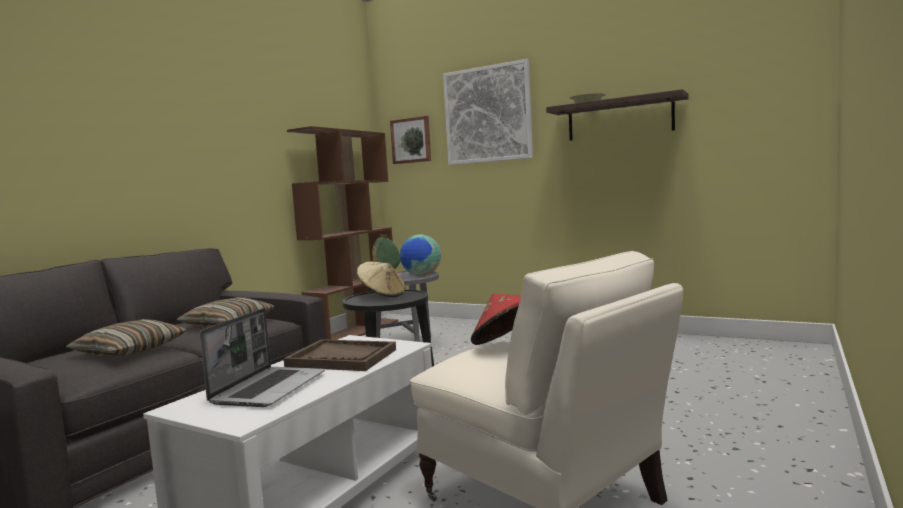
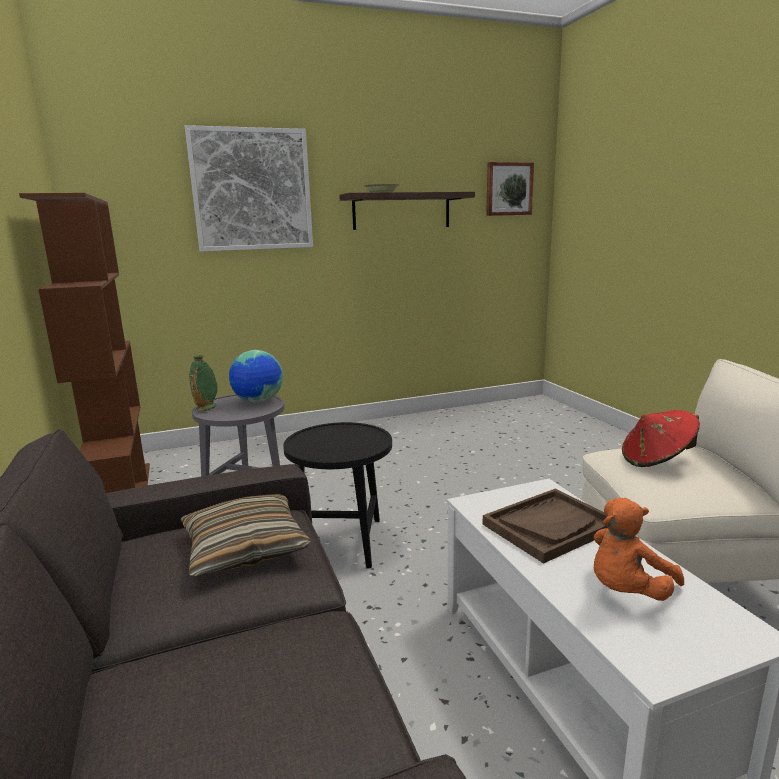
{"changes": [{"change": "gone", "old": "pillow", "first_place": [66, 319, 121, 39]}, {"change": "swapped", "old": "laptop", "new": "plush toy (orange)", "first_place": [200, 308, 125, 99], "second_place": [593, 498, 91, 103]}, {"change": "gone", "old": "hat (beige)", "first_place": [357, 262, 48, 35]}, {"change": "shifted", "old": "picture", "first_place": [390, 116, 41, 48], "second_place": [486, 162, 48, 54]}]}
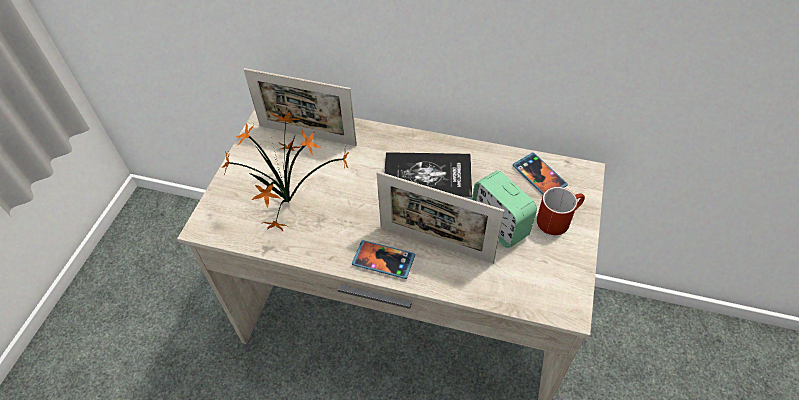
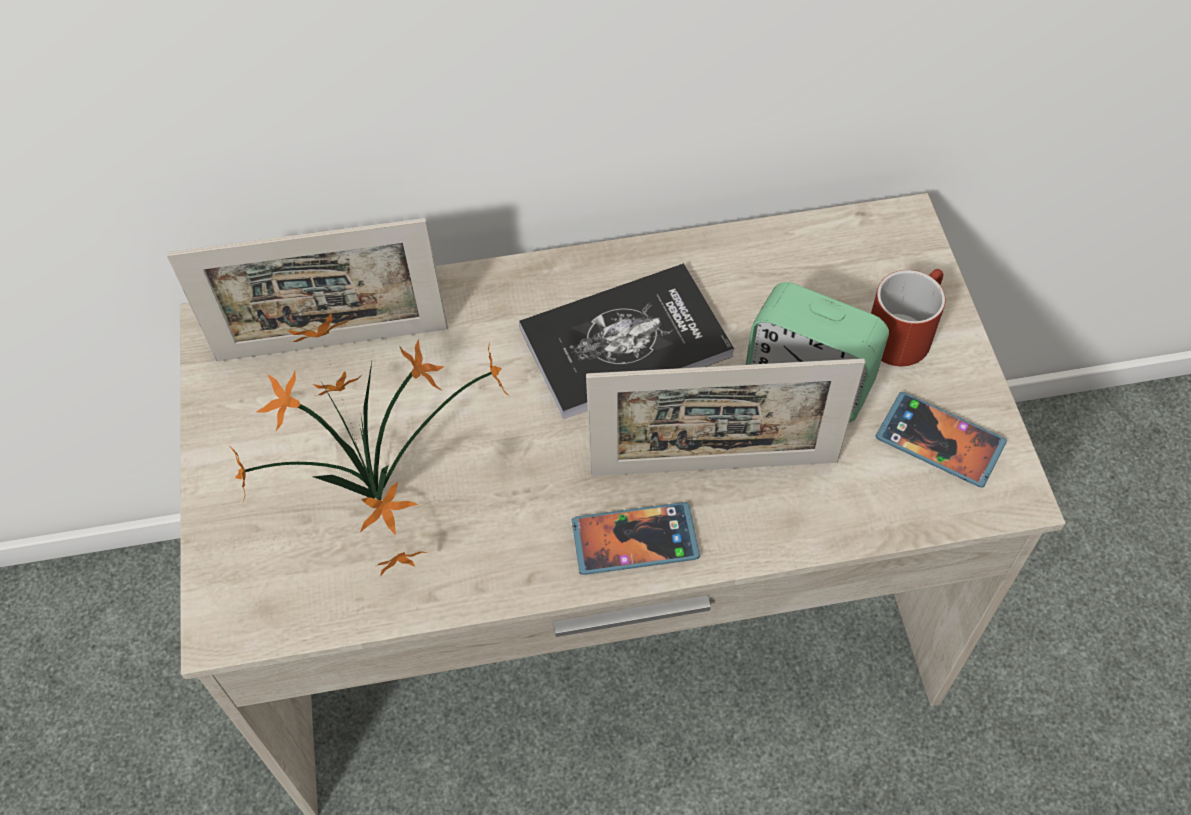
{"changes": [{"change": "shifted", "old": "phone", "first_place": [513, 152, 55, 43], "second_place": [876, 392, 131, 96]}]}
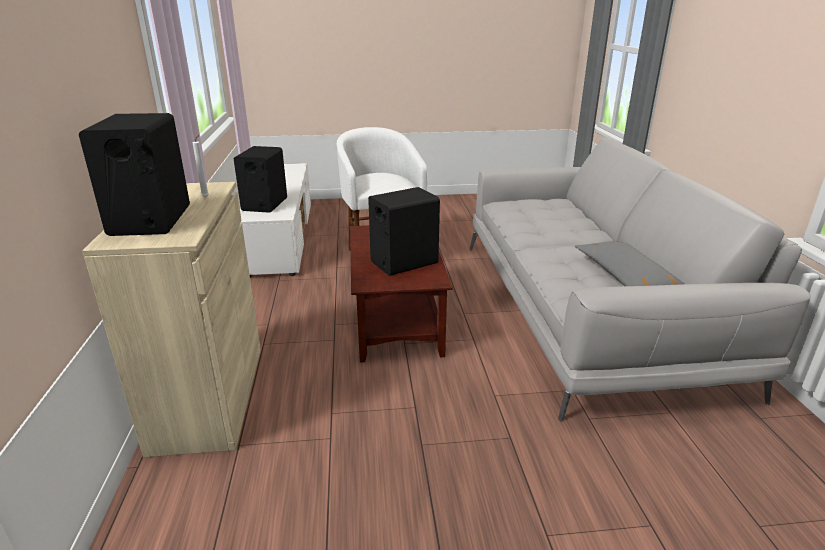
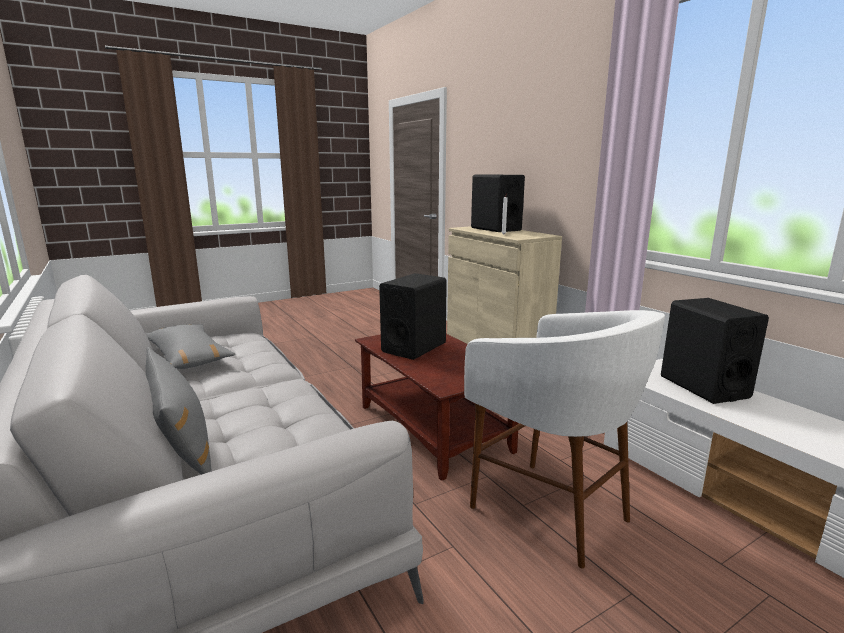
{"changes": [{"change": "new", "new": "pillow (grey)", "second_place": [146, 347, 66, 128]}]}
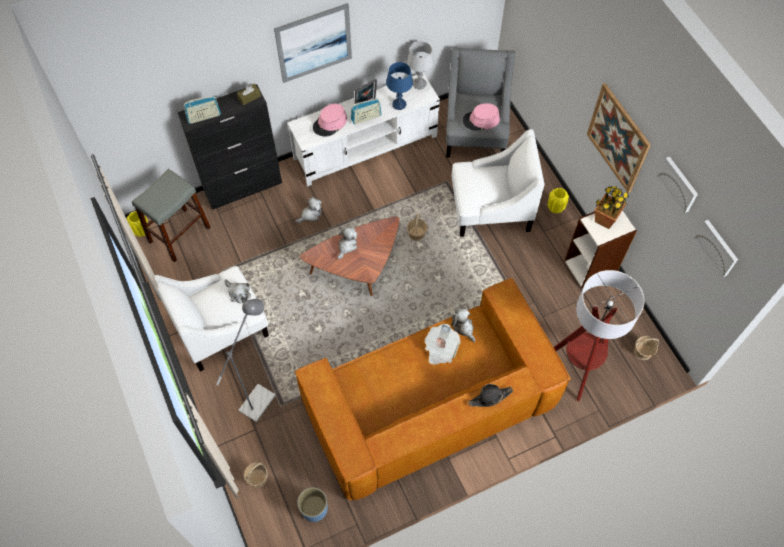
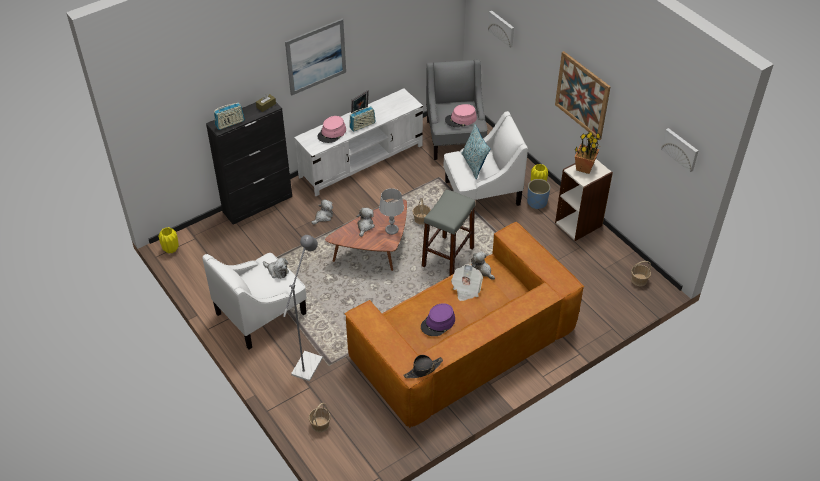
{"changes": [{"change": "shifted", "old": "stool (grey)", "first_place": [132, 169, 79, 93], "second_place": [422, 189, 54, 87]}, {"change": "shifted", "old": "planter (blue)", "first_place": [297, 487, 31, 35], "second_place": [527, 179, 23, 30]}, {"change": "gone", "old": "table lamp (blue)", "first_place": [386, 62, 27, 48]}, {"change": "shifted", "old": "table lamp (grey)", "first_place": [407, 41, 27, 48], "second_place": [379, 188, 25, 47]}, {"change": "shifted", "old": "hat (black)", "first_place": [468, 384, 45, 23], "second_place": [404, 355, 39, 23]}, {"change": "gone", "old": "floor lamp", "first_place": [553, 270, 91, 131]}, {"change": "shifted", "old": "picture", "first_place": [657, 157, 41, 56], "second_place": [488, 11, 26, 37]}, {"change": "new", "new": "hat (purple)", "second_place": [421, 303, 34, 33]}, {"change": "new", "new": "pillow", "second_place": [461, 124, 29, 55]}]}
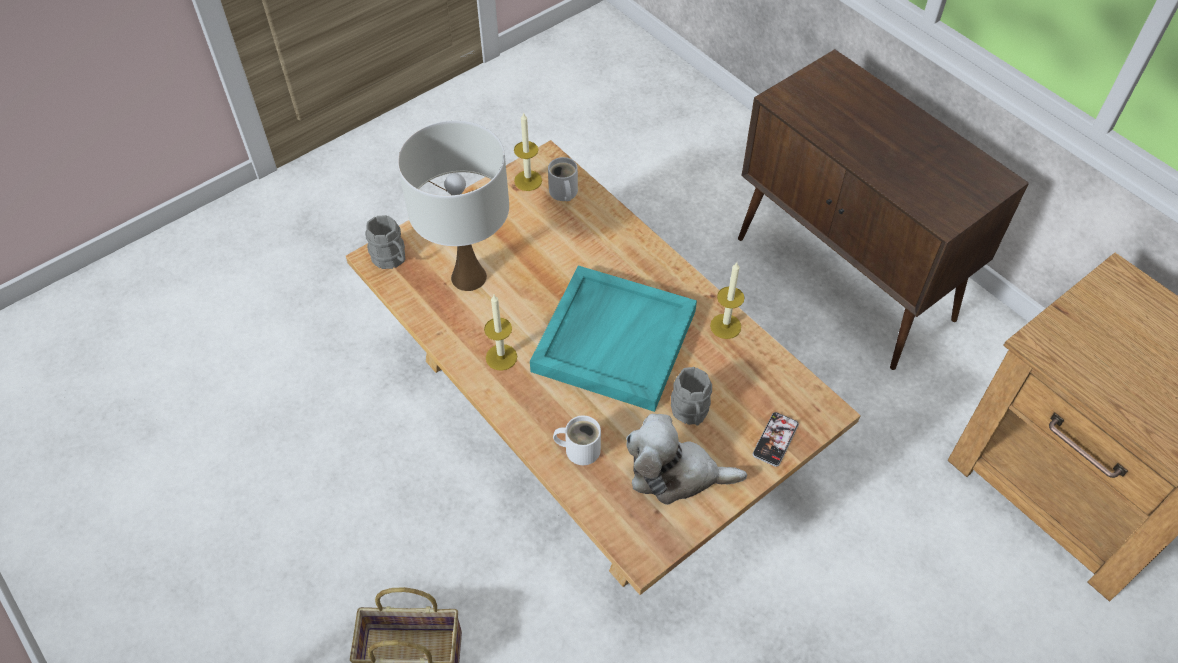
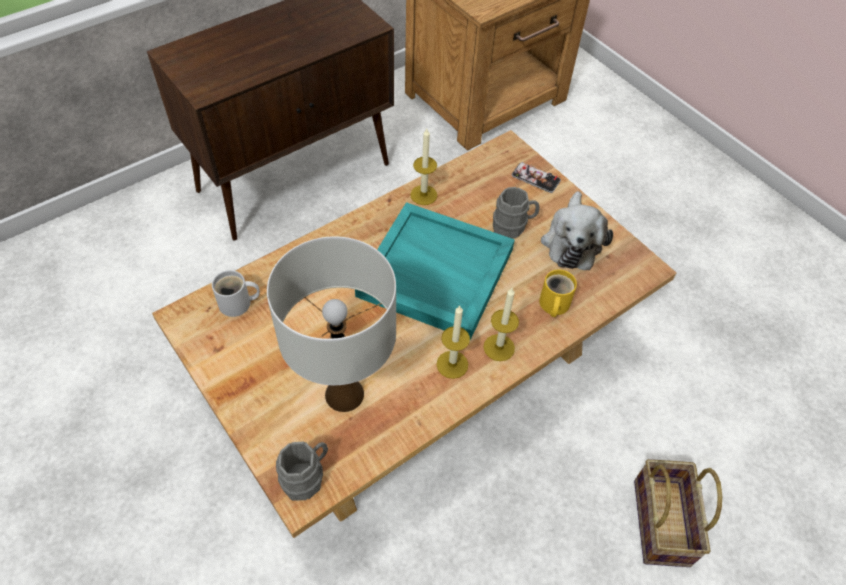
{"changes": [{"change": "shifted", "old": "candle", "first_place": [514, 112, 28, 79], "second_place": [483, 288, 36, 73]}, {"change": "repainted", "old": "mug (white)", "new": "mug (yellow)", "first_place": [553, 416, 48, 49], "second_place": [539, 270, 38, 47]}]}
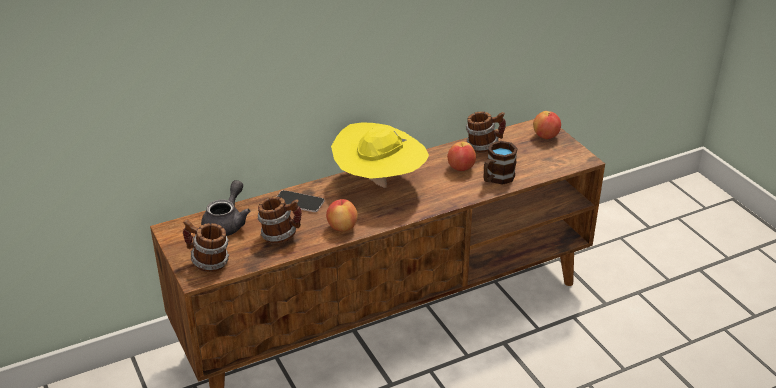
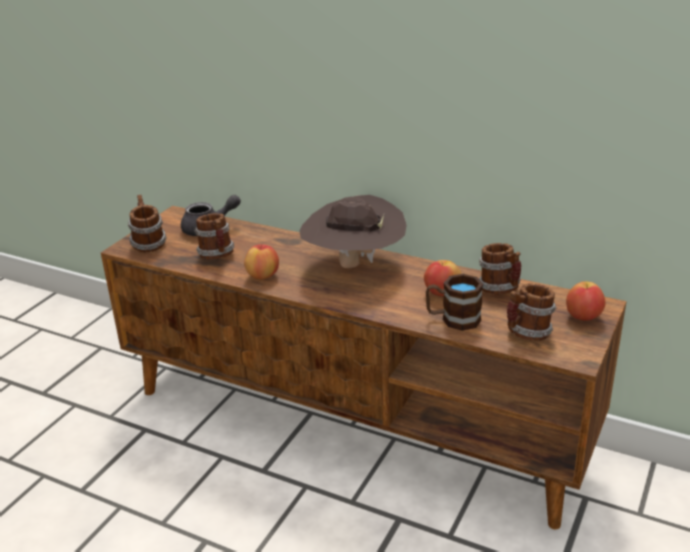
{"changes": [{"change": "gone", "old": "phone", "first_place": [277, 190, 47, 22]}, {"change": "repainted", "old": "hat (yellow)", "new": "hat (brown)", "first_place": [331, 123, 98, 65], "second_place": [299, 195, 108, 73]}, {"change": "new", "new": "mug", "second_place": [507, 283, 50, 58]}]}
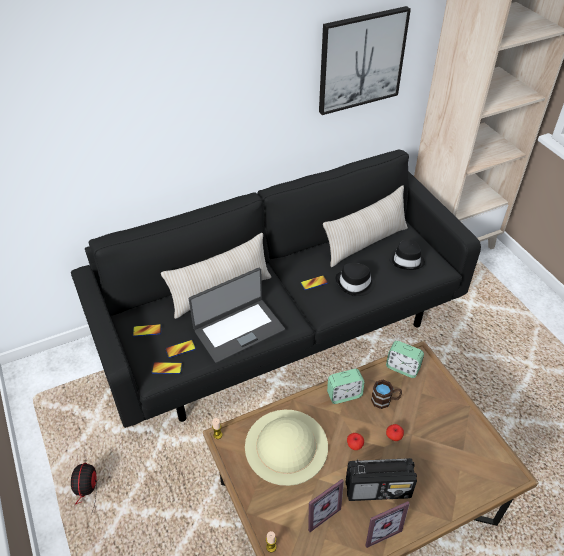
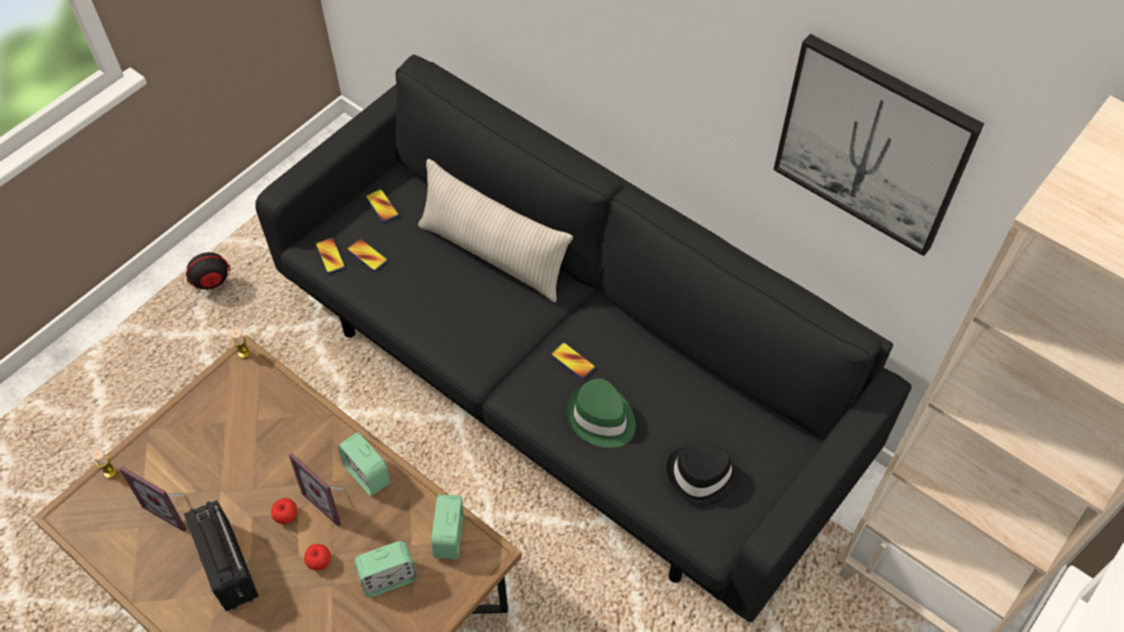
{"changes": [{"change": "gone", "old": "laptop", "first_place": [189, 268, 96, 95]}, {"change": "gone", "old": "hat (beige)", "first_place": [245, 410, 83, 76]}, {"change": "gone", "old": "pillow (beige)", "first_place": [323, 186, 85, 81]}, {"change": "repainted", "old": "hat (black)", "new": "hat (green)", "first_place": [336, 263, 40, 33], "second_place": [567, 378, 69, 70]}, {"change": "shifted", "old": "picture frame", "first_place": [365, 501, 45, 47], "second_place": [289, 453, 56, 74]}, {"change": "gone", "old": "mug (brown)", "first_place": [371, 380, 31, 29]}, {"change": "new", "new": "alarm clock", "second_place": [354, 541, 63, 56]}]}
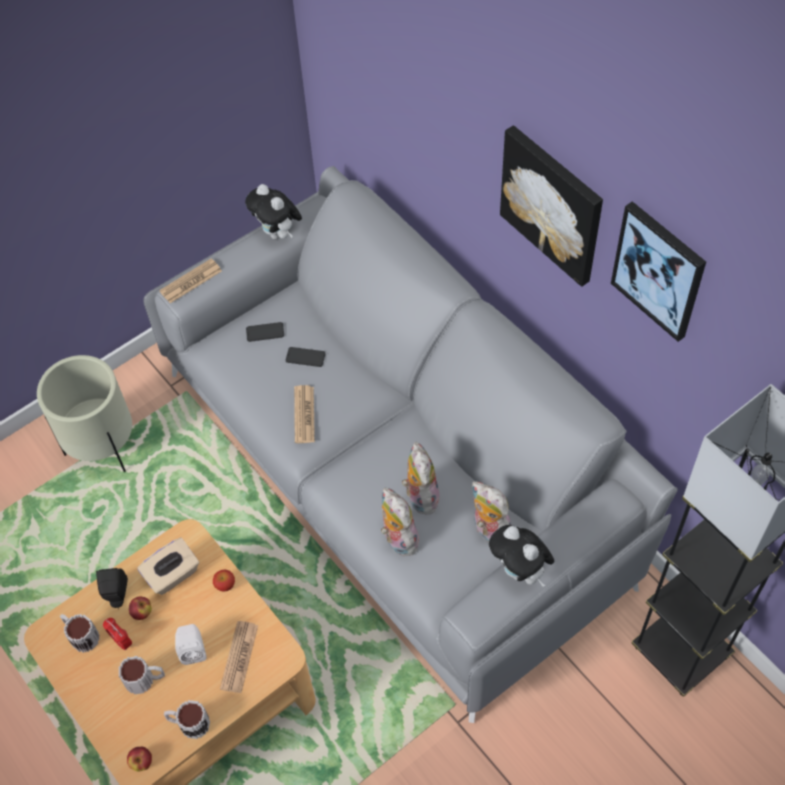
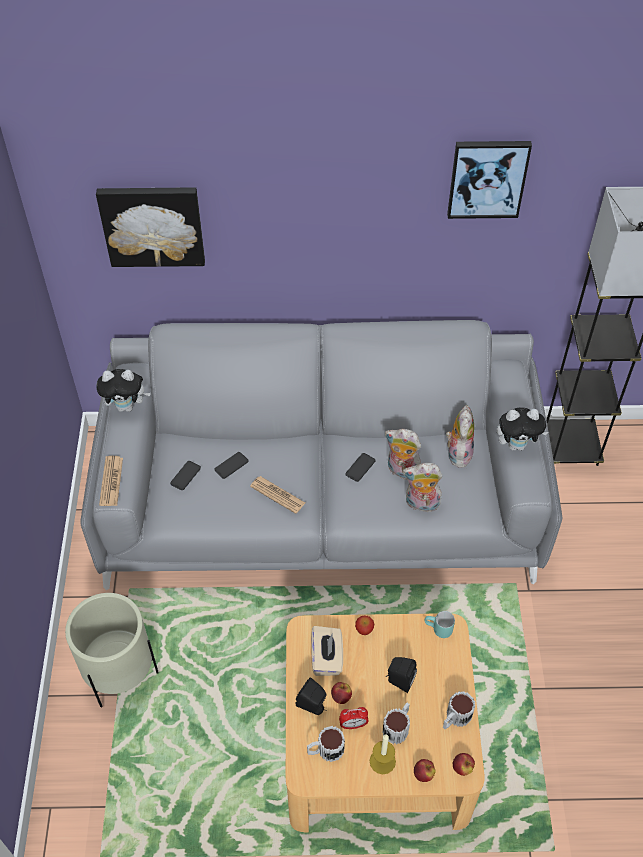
{"changes": [{"change": "repainted", "old": "speaker (white)", "new": "speaker (black)", "first_place": [175, 624, 32, 41], "second_place": [386, 657, 31, 36]}, {"change": "gone", "old": "newspaper", "first_place": [220, 621, 38, 72]}, {"change": "rotated", "old": "plush toy", "first_place": [471, 481, 40, 61], "second_place": [446, 405, 28, 63], "degrees": 105}, {"change": "shifted", "old": "picture", "first_place": [500, 125, 103, 162], "second_place": [96, 187, 109, 80]}, {"change": "new", "new": "phone", "second_place": [345, 453, 31, 29]}, {"change": "new", "new": "candle", "second_place": [370, 734, 26, 40]}, {"change": "new", "new": "apple", "second_place": [414, 759, 22, 23]}, {"change": "new", "new": "mug (turquoise)", "second_place": [424, 611, 31, 27]}]}
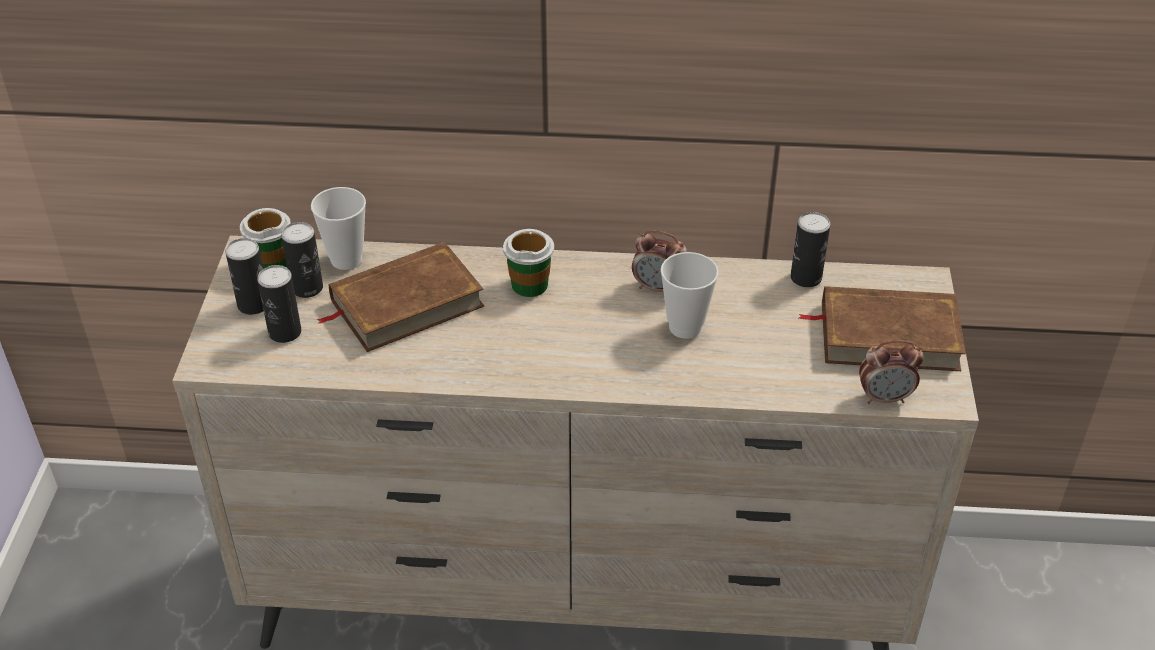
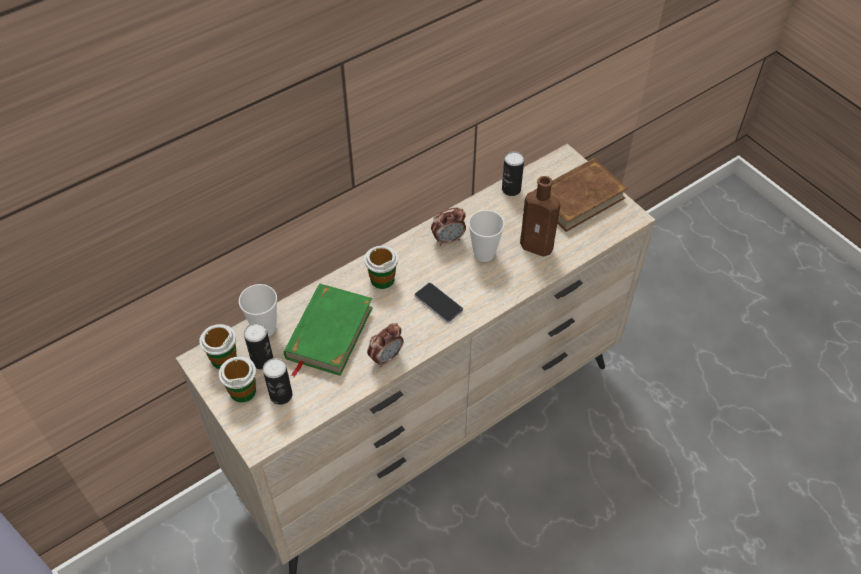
{"changes": [{"change": "swapped", "old": "can", "new": "cup", "first_place": [225, 238, 39, 77], "second_place": [219, 356, 37, 47]}, {"change": "repainted", "old": "book (brown)", "new": "book (green)", "first_place": [317, 242, 167, 110], "second_place": [284, 283, 89, 94]}, {"change": "shifted", "old": "alarm clock", "first_place": [859, 340, 65, 64], "second_place": [367, 323, 37, 45]}, {"change": "new", "new": "phone", "second_place": [414, 283, 49, 40]}, {"change": "new", "new": "bottle (brown)", "second_place": [520, 176, 40, 81]}]}
